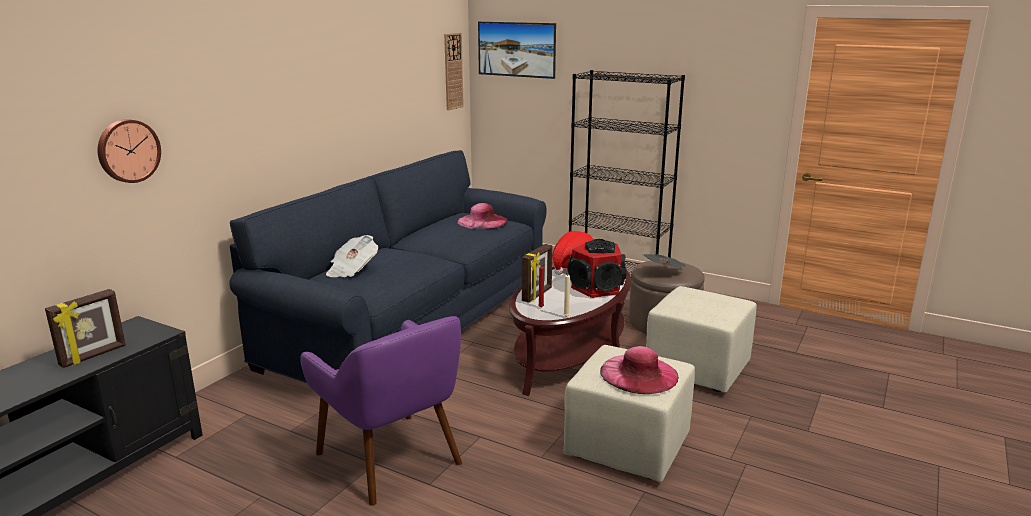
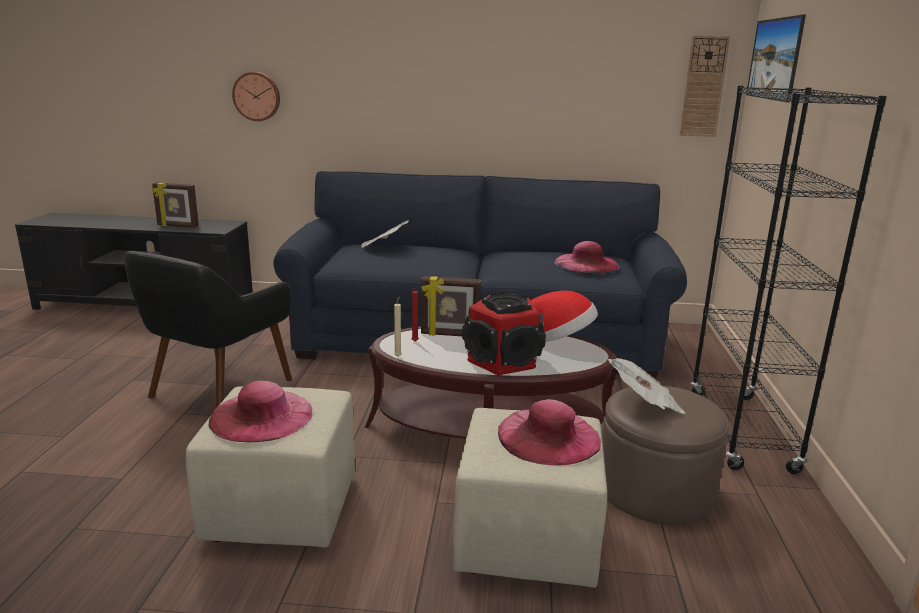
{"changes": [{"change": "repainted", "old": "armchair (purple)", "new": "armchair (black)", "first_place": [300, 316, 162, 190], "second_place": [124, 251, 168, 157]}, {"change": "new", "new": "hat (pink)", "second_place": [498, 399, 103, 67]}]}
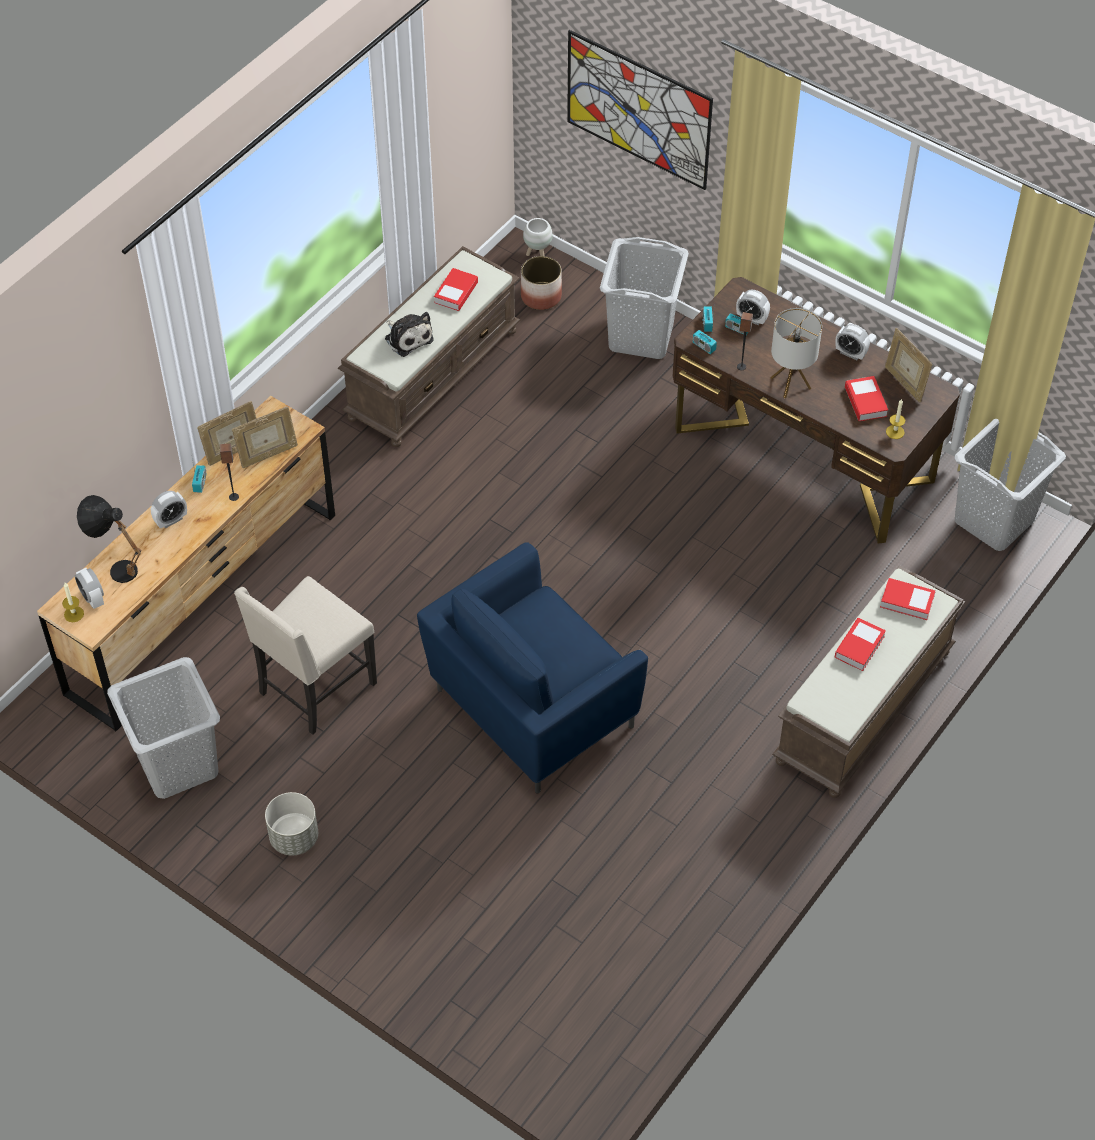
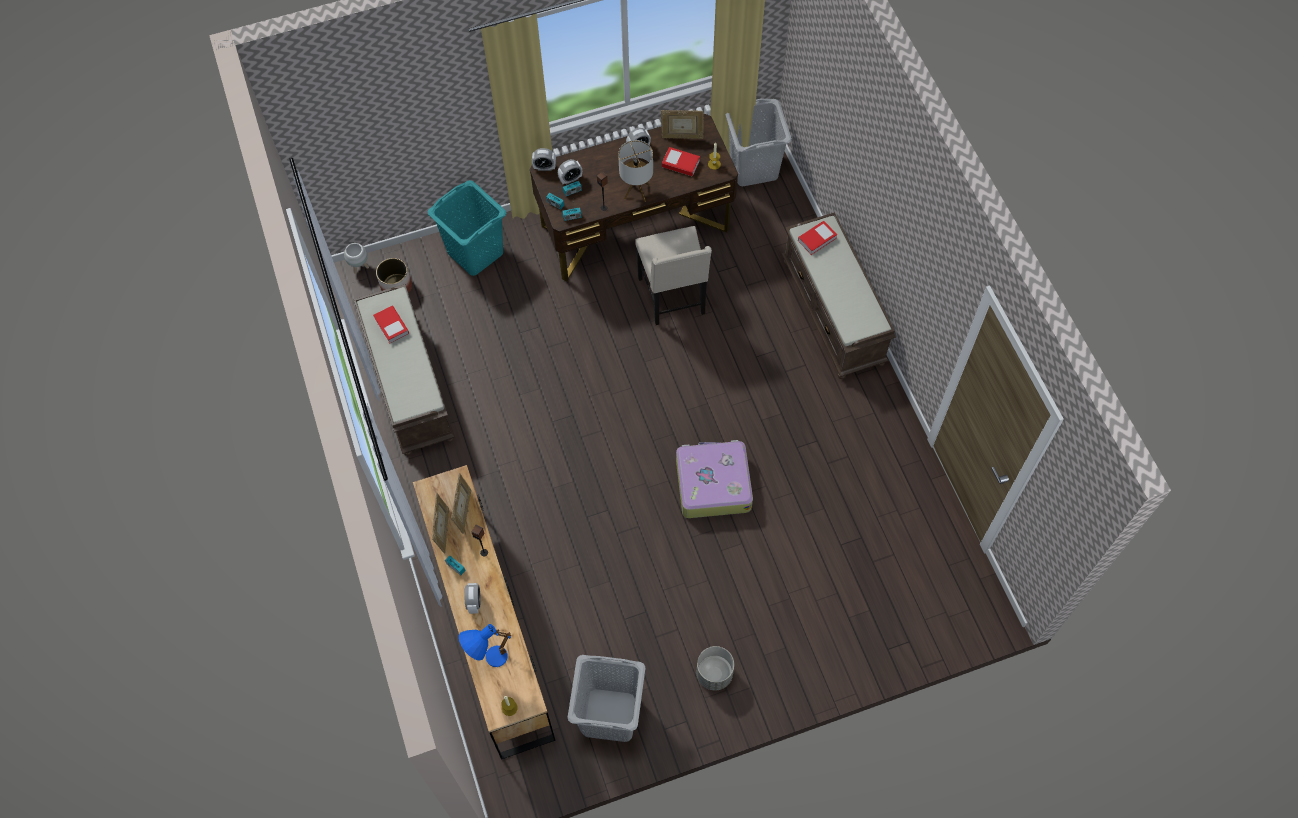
{"changes": [{"change": "shifted", "old": "alarm clock", "first_place": [75, 568, 29, 41], "second_place": [532, 148, 24, 23]}, {"change": "repainted", "old": "table lamp (black)", "new": "table lamp (blue)", "first_place": [77, 495, 65, 88], "second_place": [459, 624, 53, 43]}, {"change": "shifted", "old": "chair (beige)", "first_place": [234, 576, 143, 159], "second_place": [635, 226, 77, 99]}, {"change": "gone", "old": "plush toy", "first_place": [385, 312, 49, 45]}, {"change": "swapped", "old": "armchair (blue)", "new": "suitcase", "first_place": [417, 542, 231, 252], "second_place": [676, 440, 77, 78]}, {"change": "gone", "old": "picture", "first_place": [567, 30, 146, 160]}, {"change": "repainted", "old": "laundry basket (grey)", "new": "laundry basket (turquoise)", "first_place": [600, 237, 89, 122], "second_place": [428, 180, 78, 96]}, {"change": "gone", "old": "book", "first_place": [835, 618, 51, 53]}]}
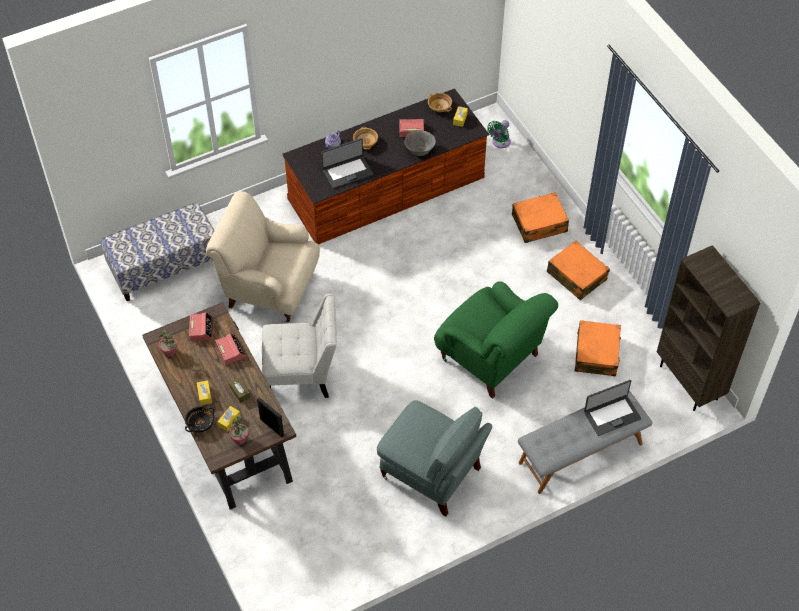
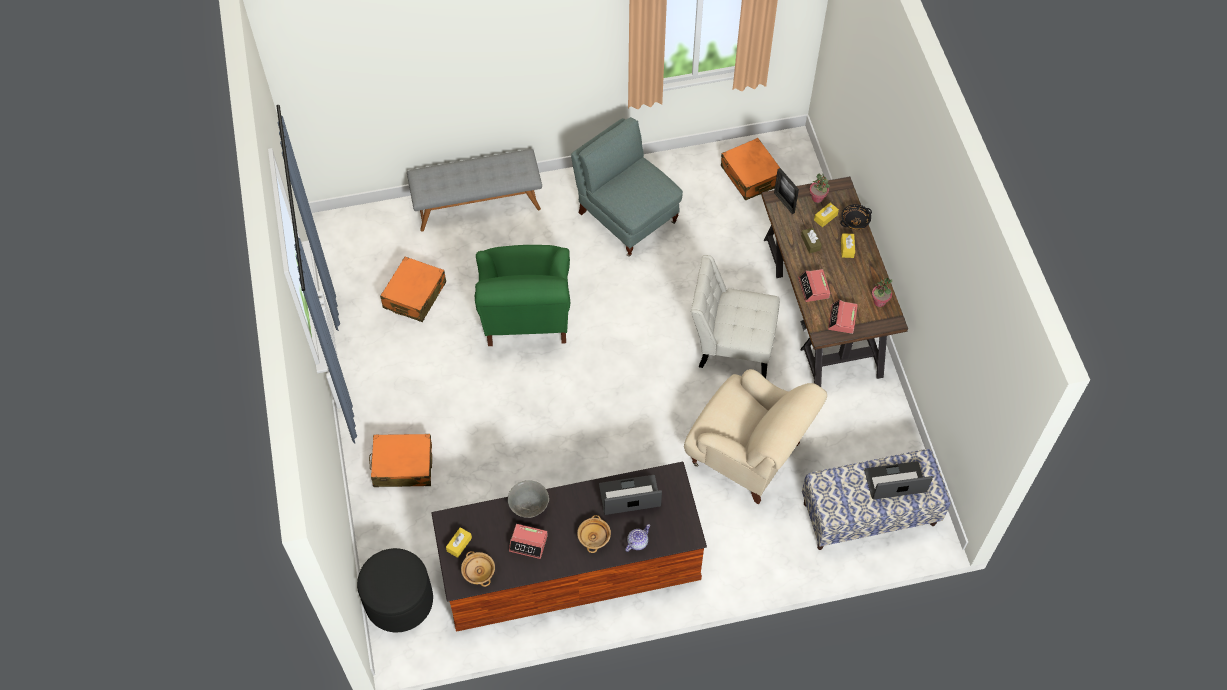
{"changes": [{"change": "rotated", "old": "armchair (green)", "first_place": [434, 281, 124, 118], "second_place": [475, 245, 95, 101], "degrees": -150}, {"change": "swapped", "old": "fan (green)", "new": "ottoman (black)", "first_place": [487, 120, 24, 28], "second_place": [357, 548, 76, 84]}, {"change": "shifted", "old": "suitcase (orange)", "first_place": [547, 241, 63, 59], "second_place": [721, 138, 59, 63]}, {"change": "shifted", "old": "laptop", "first_place": [584, 380, 57, 56], "second_place": [864, 461, 69, 39]}, {"change": "gone", "old": "bookcase (brown)", "first_place": [657, 245, 103, 166]}]}
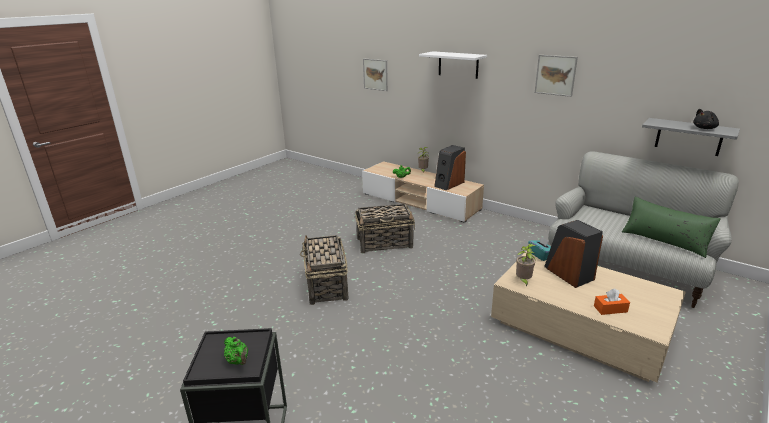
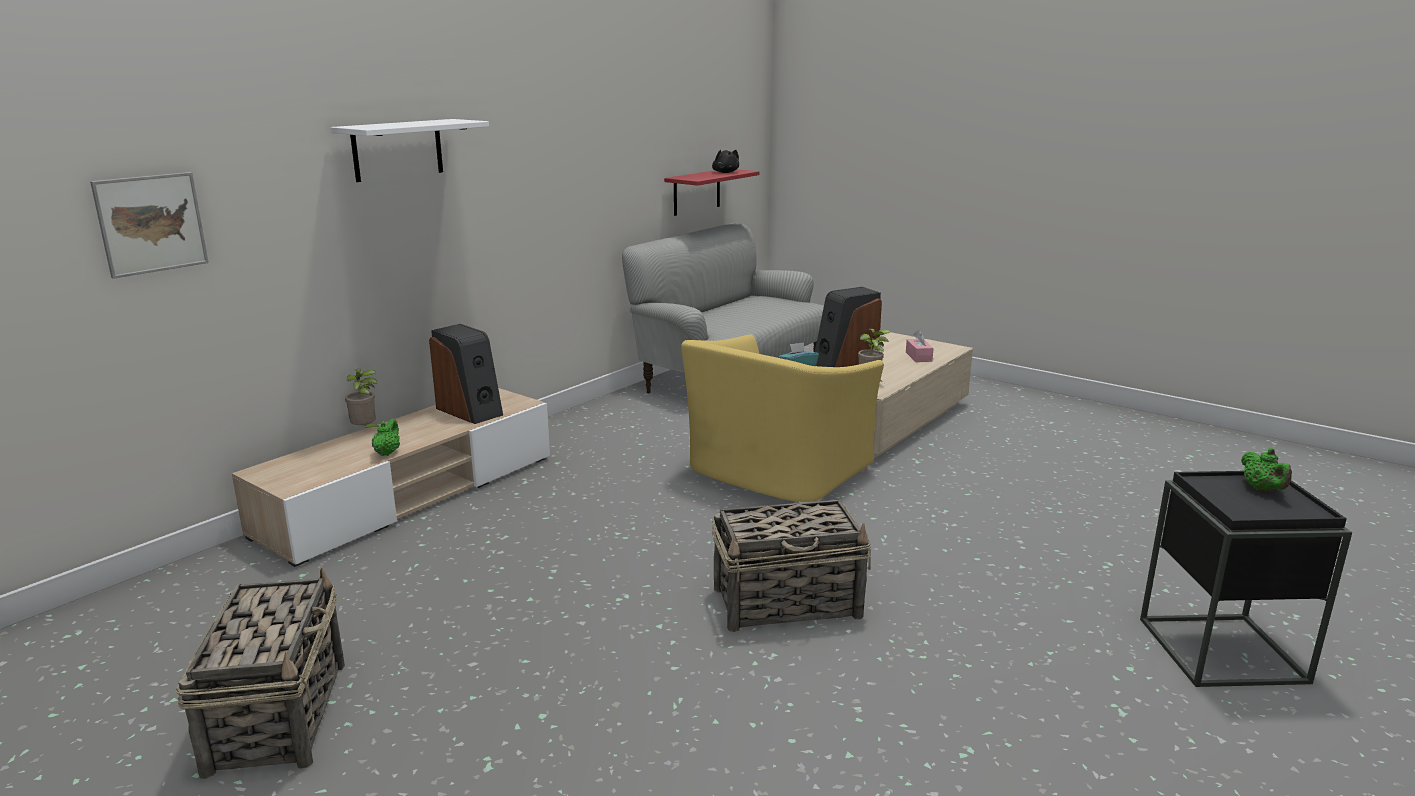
{"changes": [{"change": "rotated", "old": "teapot (green)", "first_place": [224, 337, 24, 28], "second_place": [1241, 448, 51, 43], "degrees": 120}, {"change": "shifted", "old": "basket", "first_place": [355, 204, 60, 49], "second_place": [176, 567, 169, 212]}, {"change": "gone", "old": "picture", "first_place": [535, 55, 43, 42]}, {"change": "repainted", "old": "tissue box (orange)", "new": "tissue box (pink)", "first_place": [594, 288, 36, 27], "second_place": [906, 330, 28, 32]}, {"change": "gone", "old": "pillow (green)", "first_place": [622, 197, 99, 61]}, {"change": "repainted", "old": "shelf (grey)", "new": "shelf (red)", "first_place": [642, 118, 98, 38], "second_place": [664, 169, 95, 47]}, {"change": "new", "new": "armchair (yellow)", "second_place": [681, 334, 203, 168]}]}
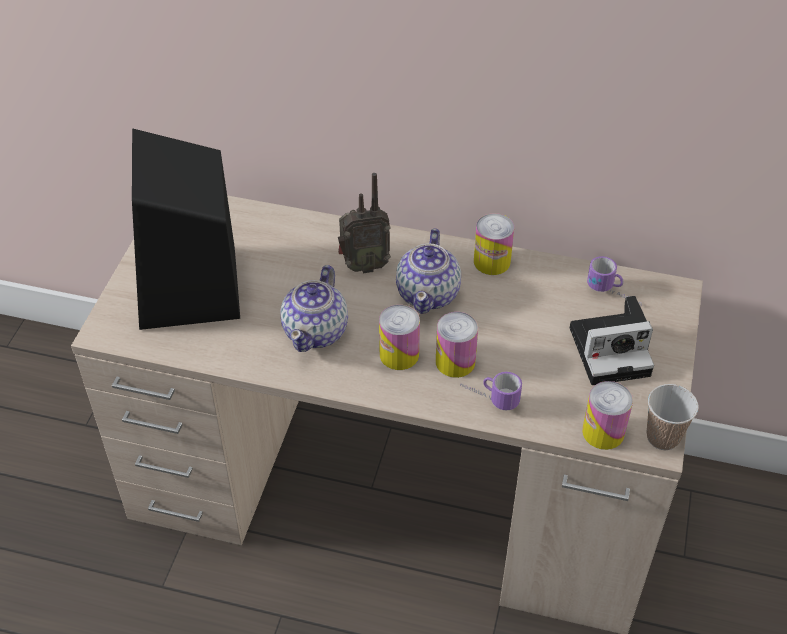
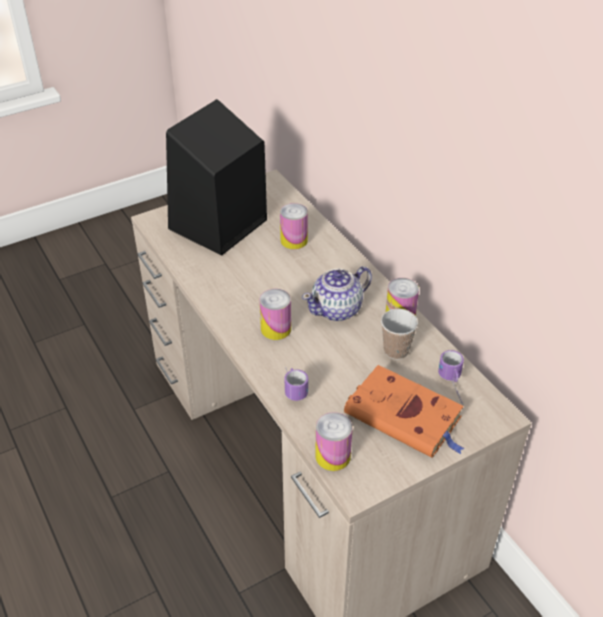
{"changes": [{"change": "gone", "old": "teapot", "first_place": [280, 265, 68, 87]}, {"change": "gone", "old": "radio", "first_place": [338, 173, 53, 100]}, {"change": "shifted", "old": "can", "first_place": [436, 312, 42, 66], "second_place": [280, 203, 28, 46]}, {"change": "swapped", "old": "photo camera", "new": "book (orange)", "first_place": [570, 296, 84, 89], "second_place": [344, 365, 121, 93]}, {"change": "shifted", "old": "cup", "first_place": [647, 384, 52, 66], "second_place": [381, 309, 37, 50]}]}
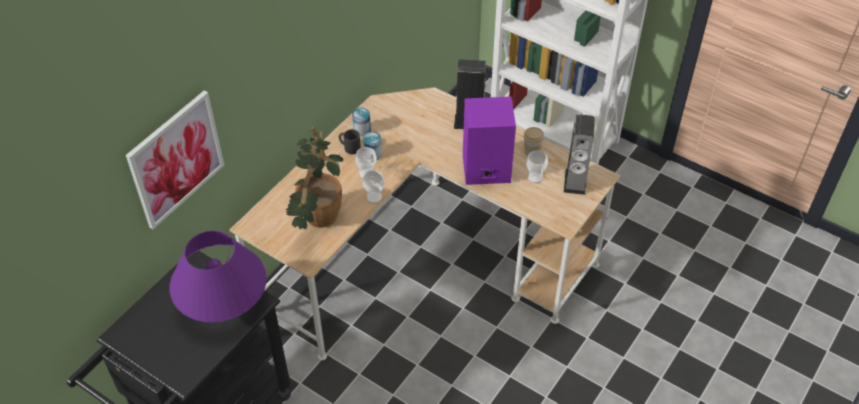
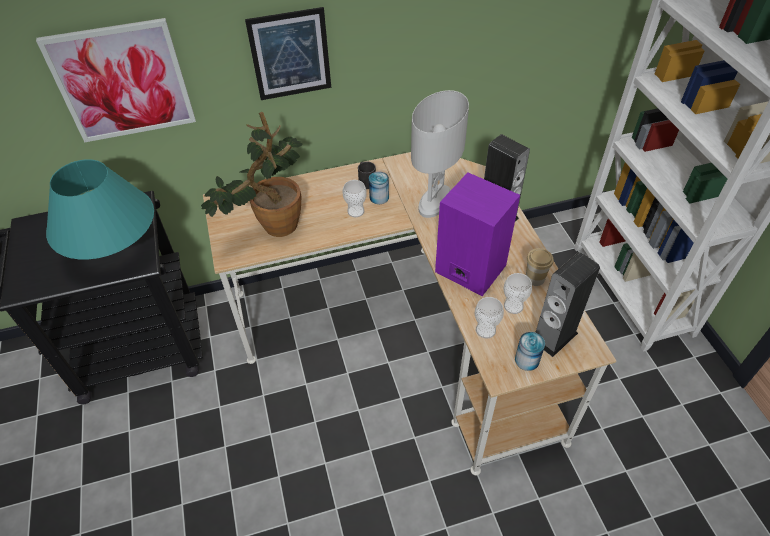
{"changes": [{"change": "repainted", "old": "table lamp (purple)", "new": "table lamp (turquoise)", "first_place": [169, 231, 98, 91], "second_place": [46, 159, 108, 100]}, {"change": "shifted", "old": "can", "first_place": [352, 108, 19, 28], "second_place": [515, 332, 30, 39]}, {"change": "shifted", "old": "cup", "first_place": [362, 170, 22, 34], "second_place": [475, 297, 29, 42]}, {"change": "new", "new": "picture", "second_place": [245, 7, 86, 93]}, {"change": "new", "new": "table lamp (white)", "second_place": [411, 90, 58, 128]}]}
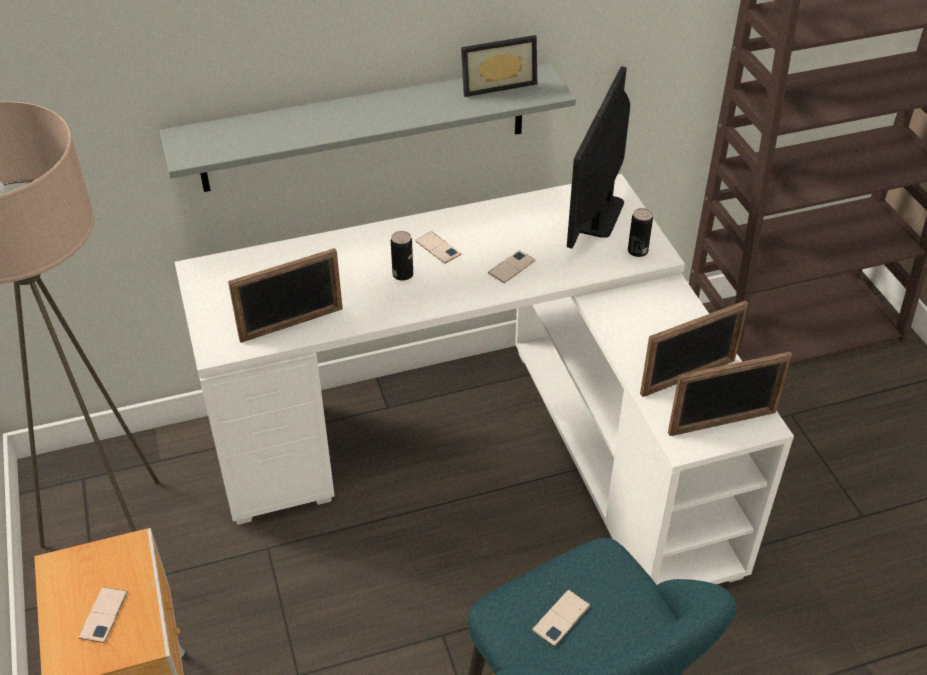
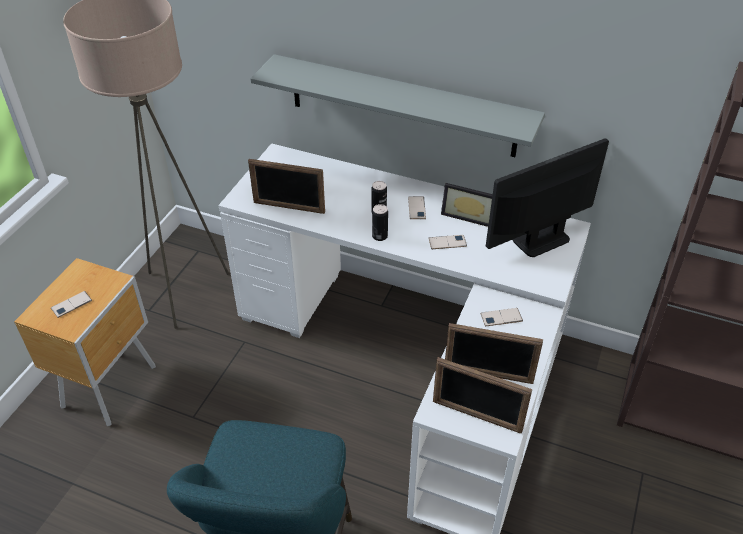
{"changes": [{"change": "shifted", "old": "picture frame", "first_place": [461, 35, 76, 62], "second_place": [441, 183, 52, 44]}, {"change": "shifted", "old": "phone", "first_place": [532, 590, 59, 56], "second_place": [480, 308, 43, 18]}, {"change": "shifted", "old": "can", "first_place": [628, 208, 25, 49], "second_place": [372, 204, 16, 37]}]}
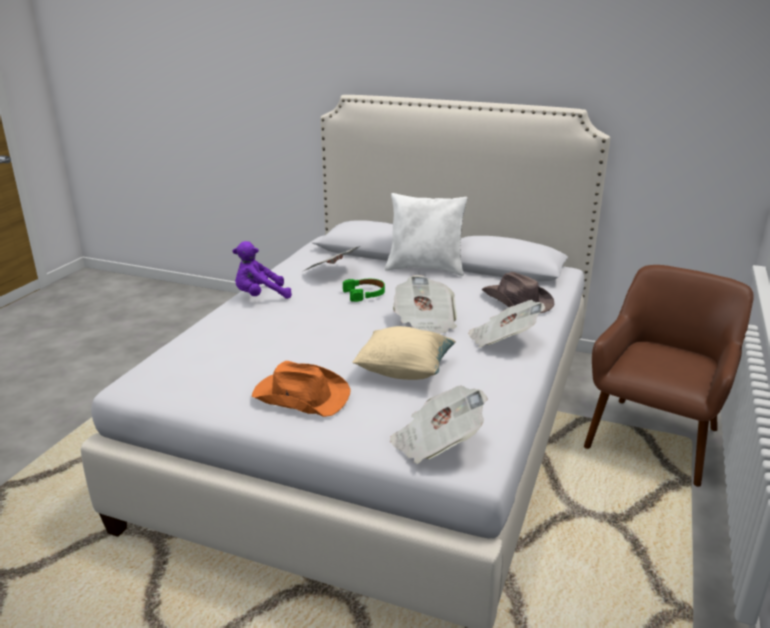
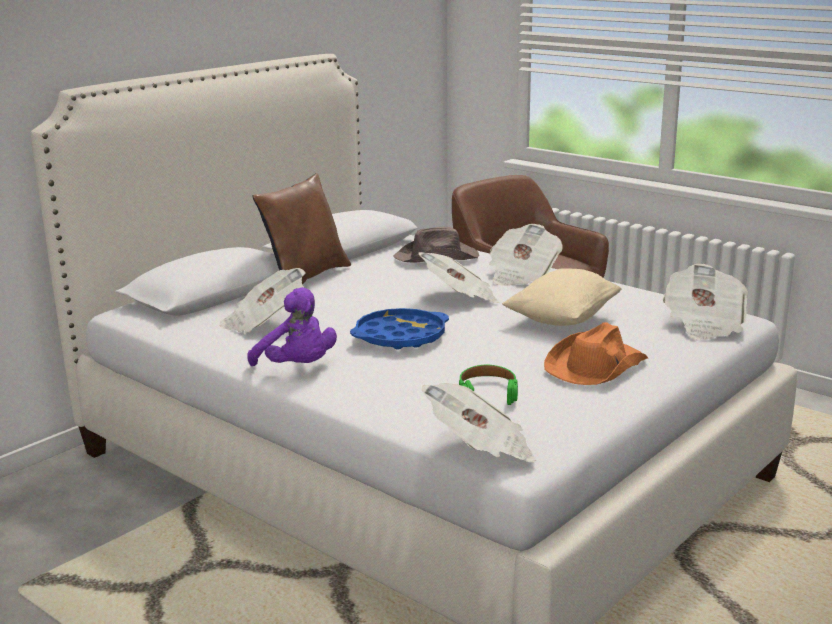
{"changes": [{"change": "rotated", "old": "plush toy (purple)", "first_place": [232, 241, 60, 58], "second_place": [247, 287, 90, 79], "degrees": -45}, {"change": "shifted", "old": "headphones (green)", "first_place": [343, 279, 42, 23], "second_place": [459, 365, 59, 40]}, {"change": "repainted", "old": "pillow (white)", "new": "pillow (brown)", "first_place": [385, 193, 83, 83], "second_place": [253, 173, 98, 111]}, {"change": "new", "new": "tray (blue)", "second_place": [350, 308, 99, 41]}, {"change": "new", "new": "newspaper", "second_place": [422, 383, 114, 79]}]}
